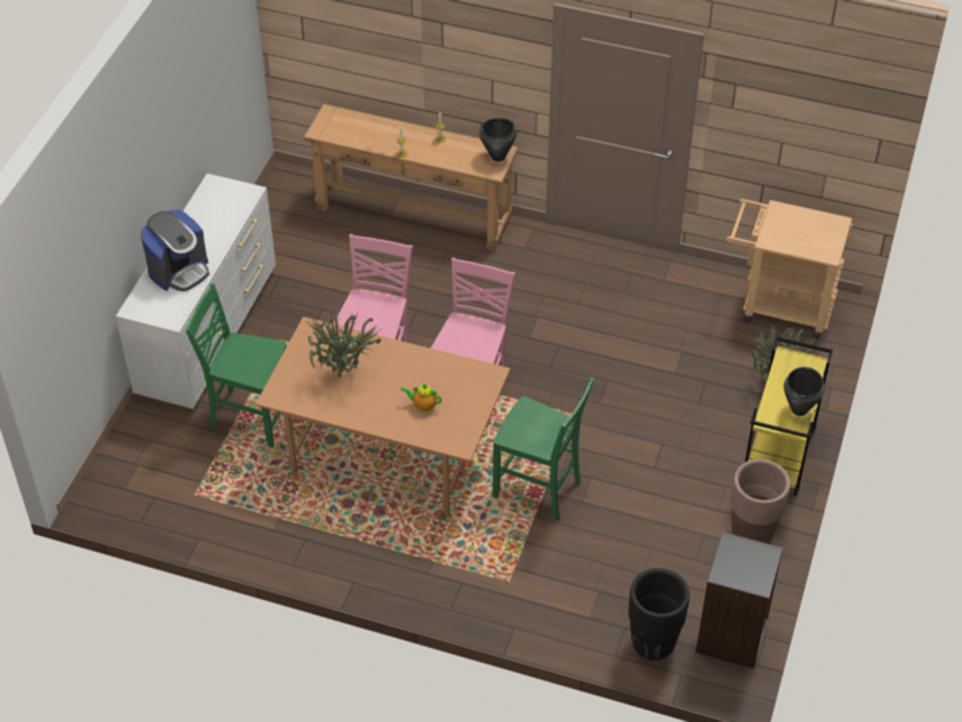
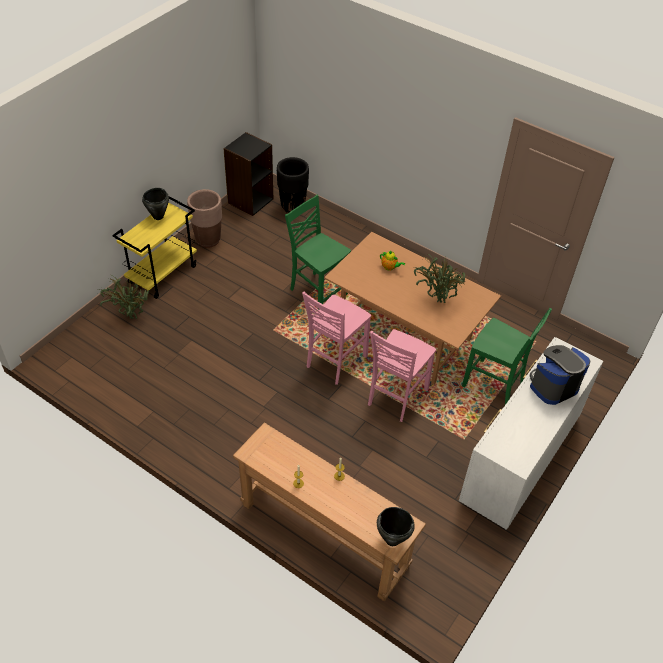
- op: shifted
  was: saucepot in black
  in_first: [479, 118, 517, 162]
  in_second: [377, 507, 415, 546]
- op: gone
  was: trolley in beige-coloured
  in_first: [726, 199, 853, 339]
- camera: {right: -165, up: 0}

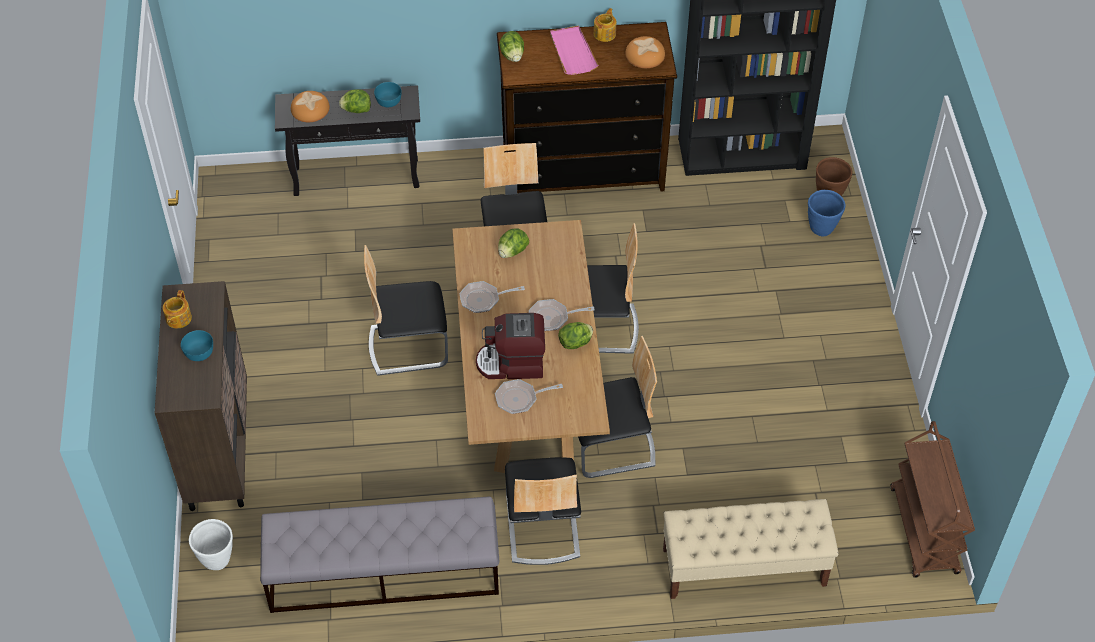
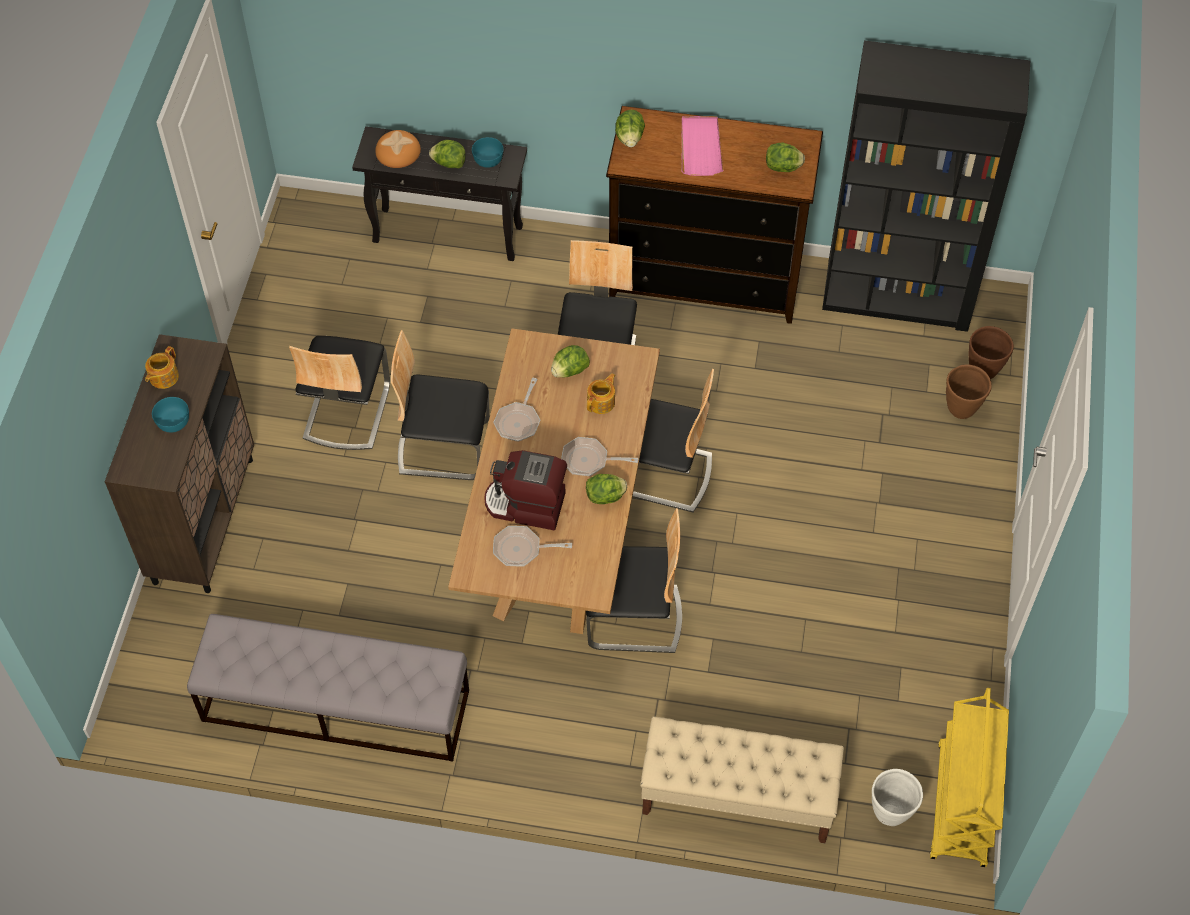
- op: shifted
  was: upright chair
  in_first: [505, 457, 581, 565]
  in_second: [289, 336, 390, 450]
- op: rotated
  was: frying pan
  in_first: [459, 281, 525, 313]
  in_second: [493, 378, 540, 442]
  clockwise: -75
- op: shifted
  was: tea pot
  in_first: [594, 8, 616, 42]
  in_second: [587, 373, 615, 414]
- op: swapped
  was: baked bread
  now: lettuce head
  in_first: [625, 36, 665, 68]
  in_second: [766, 143, 805, 172]
- op: shifted
  was: plant pot in white
  in_first: [189, 519, 233, 570]
  in_second: [872, 769, 923, 826]
- op: repainted
  was: trolley in brown-coloured
  now: trolley in yellow
  in_first: [890, 421, 975, 578]
  in_second: [930, 688, 1009, 867]
- op: repainted
  was: plant pot in bluish
  now: plant pot in brown-coloured
  in_first: [808, 190, 846, 236]
  in_second: [946, 364, 992, 419]
- camera: {right: 15, up: 5}

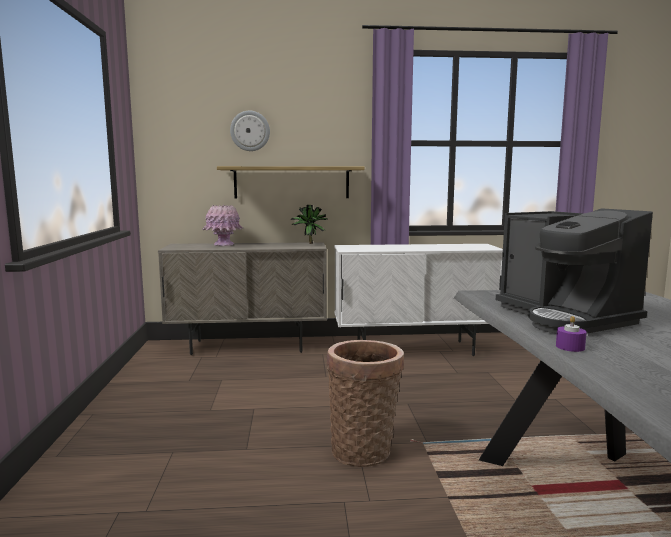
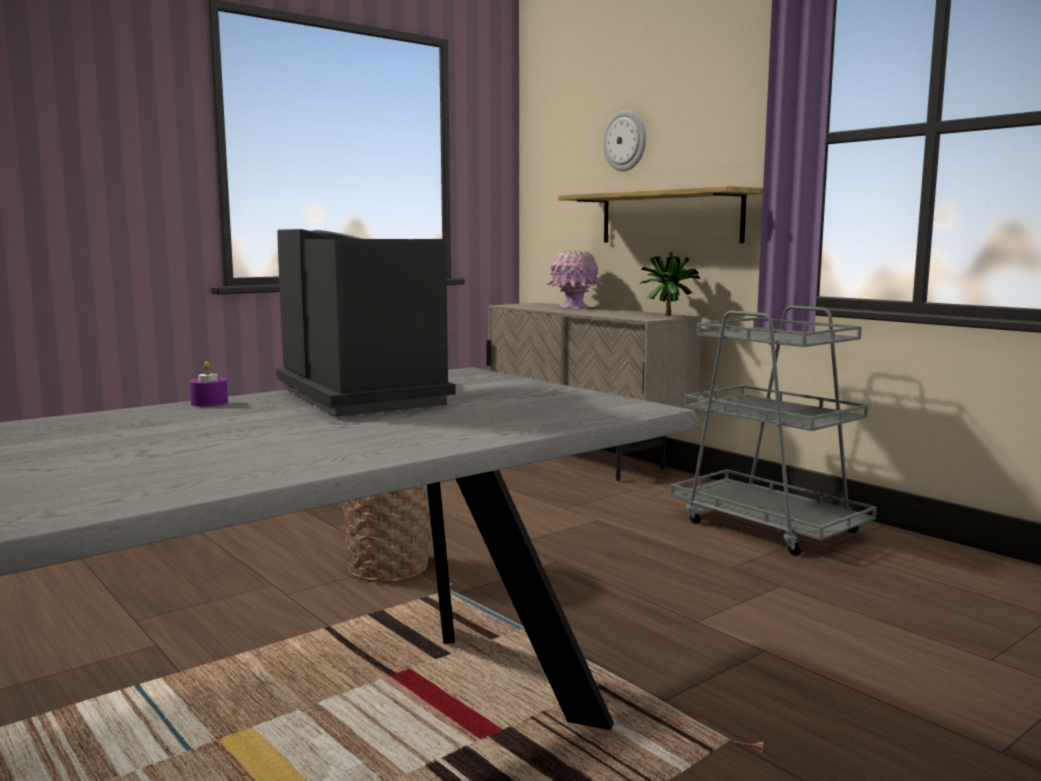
- op: rotated
  was: coffee brewer
  in_first: [496, 208, 653, 334]
  in_second: [276, 229, 455, 417]
  clockwise: 120
- op: swapped
  was: storage cabinet in white
  now: trolley in greyish
  in_first: [334, 244, 503, 356]
  in_second: [670, 306, 877, 556]
- camera: {right: 55, up: 0}

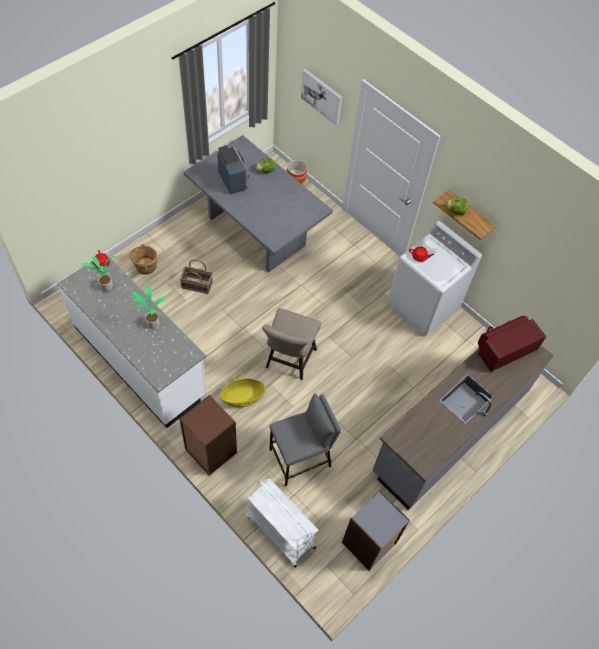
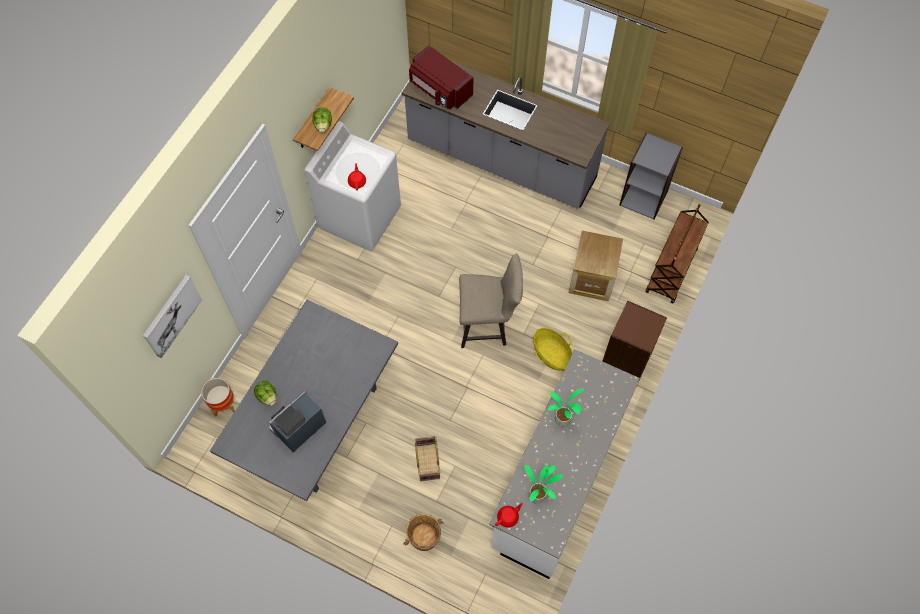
- op: swapped
  was: sitting stool in greyish
  now: shipping crate
  in_first: [269, 393, 341, 486]
  in_second: [568, 230, 623, 301]
- op: repainted
  was: trolley in white
  now: trolley in brown-coloured
  in_first: [246, 479, 318, 567]
  in_second: [645, 204, 709, 303]
- camera: {right: -105, up: 5}

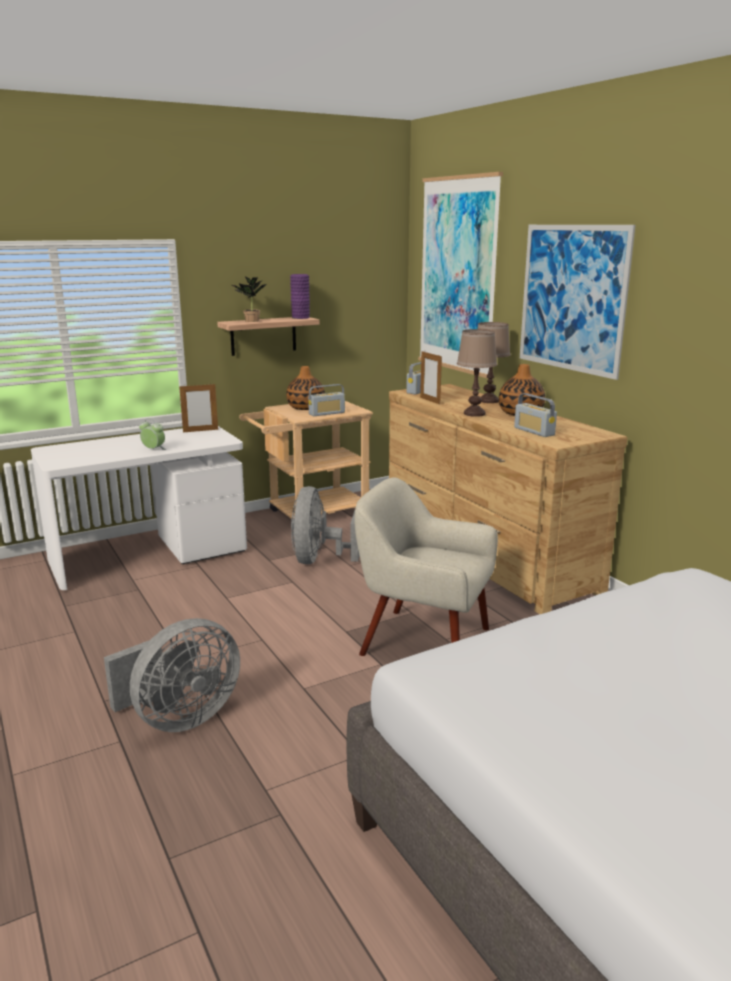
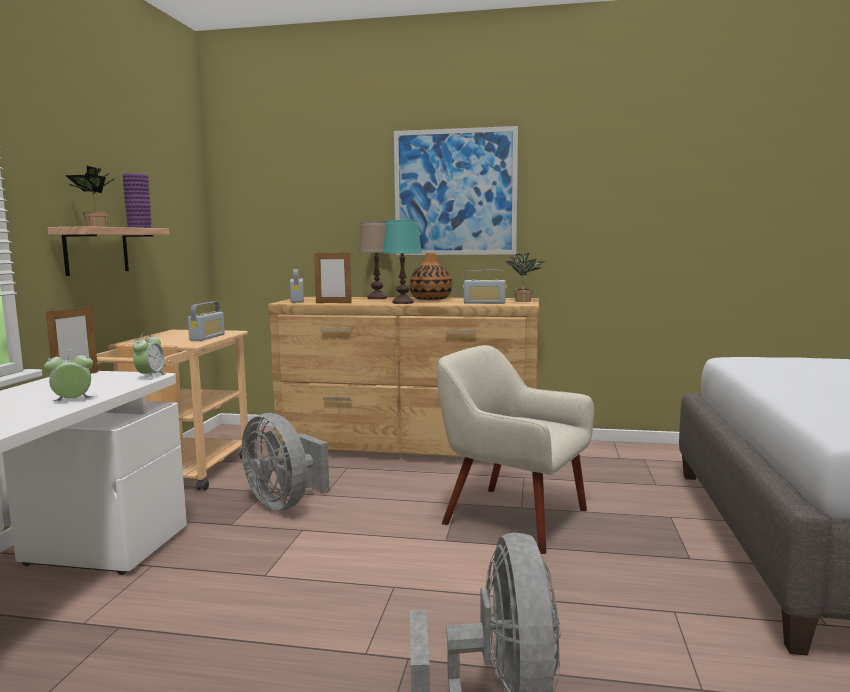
- op: new
  now: alarm clock
  in_second: [133, 332, 166, 380]
- op: repainted
  was: lamp for a table in brown-coloured
  now: lamp for a table in turquoise
  in_first: [457, 329, 497, 417]
  in_second: [383, 220, 422, 304]
- op: rotated
  was: easy chair in beige-coloured
  in_first: [354, 478, 498, 656]
  in_second: [437, 345, 594, 554]
  clockwise: 60
- op: new
  now: potted plant
  in_second: [505, 253, 546, 302]
- op: gone
  was: flower vase
  in_first: [286, 366, 325, 410]
- op: gone
  was: picture
  in_first: [418, 172, 503, 379]
- camera: {right: -50, up: -10}

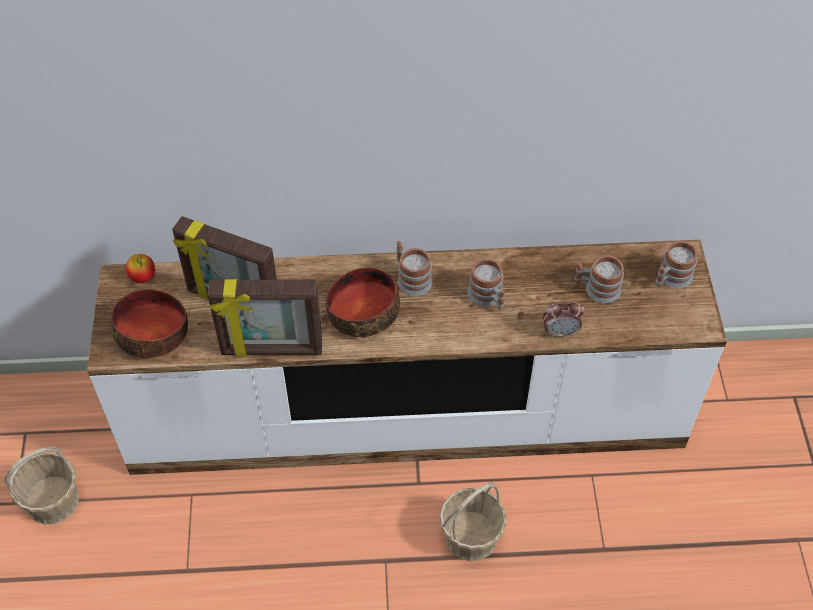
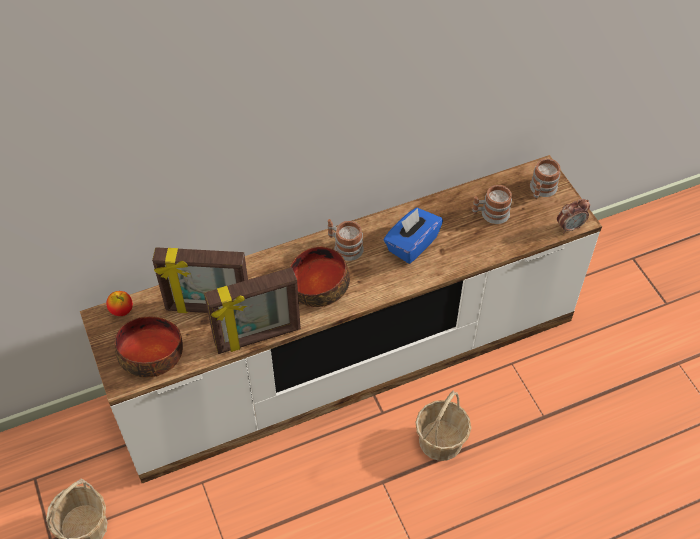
- op: swapped
  was: tea mug
  now: box of tissues in bluish
  in_first: [468, 258, 505, 309]
  in_second: [383, 208, 443, 264]
- op: shifted
  was: alarm clock
  in_first: [543, 301, 584, 337]
  in_second: [557, 199, 590, 233]
- camera: {right: -20, up: 0}

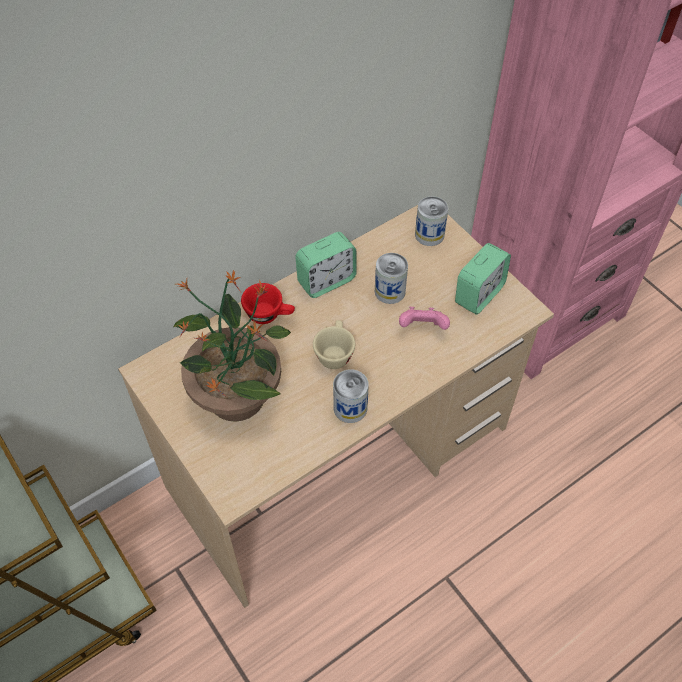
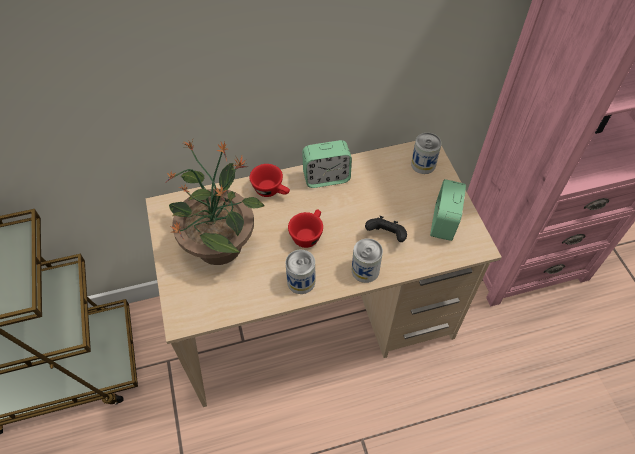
- op: repainted
  was: drinking cup in beige-coloured
  now: drinking cup in red
  in_first: [313, 320, 355, 369]
  in_second: [288, 209, 323, 248]
- op: shifted
  was: can
  in_first: [375, 253, 408, 304]
  in_second: [352, 238, 383, 283]
- op: repainted
  was: joypad in pink
  now: joypad in black
  in_first: [399, 307, 450, 330]
  in_second: [365, 216, 407, 242]
- op: rotated
  was: alarm clock
  in_first: [455, 243, 511, 315]
  in_second: [430, 179, 466, 241]
  clockwise: 135
- camera: {right: 20, up: 0}

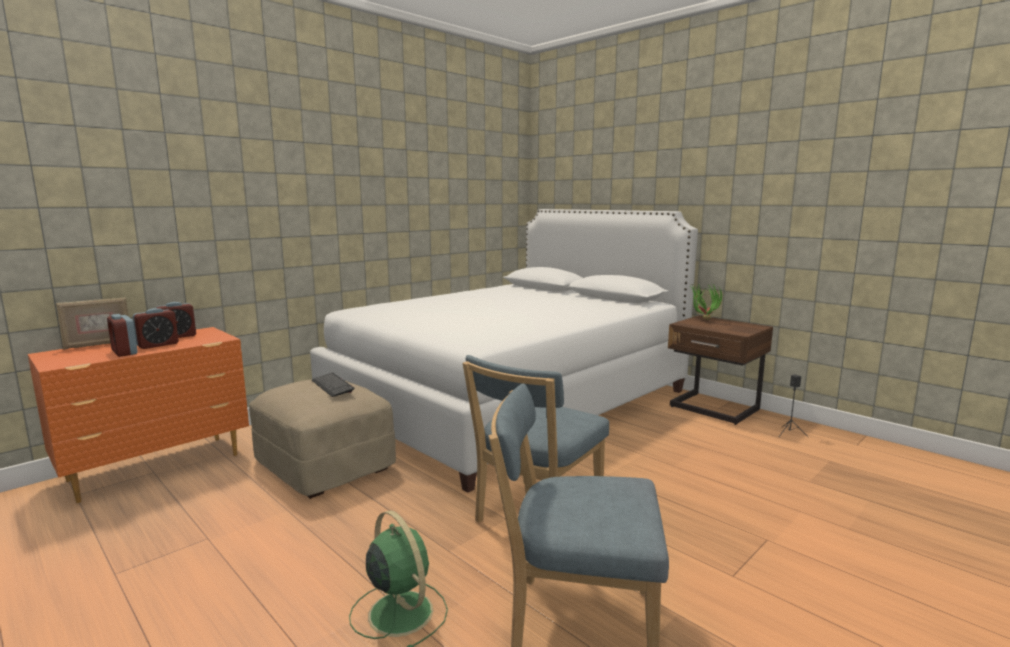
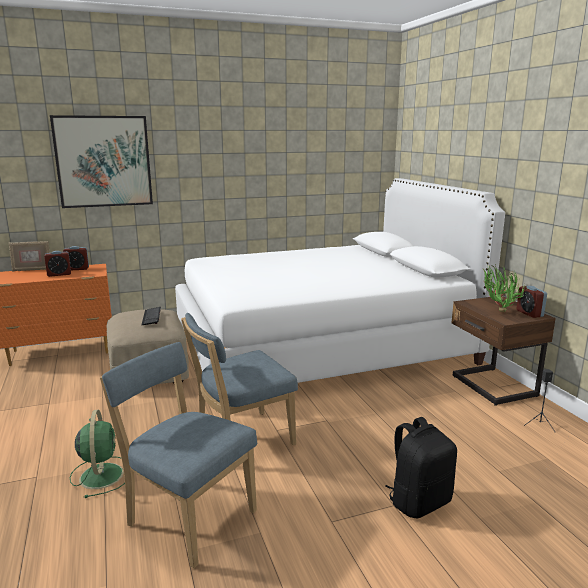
- op: new
  now: picture
  in_second: [50, 115, 153, 208]
- op: new
  now: knapsack in black
  in_second: [385, 417, 457, 518]
- op: new
  now: potted plant
  in_second: [488, 275, 526, 312]
- op: shifted
  was: alarm clock
  in_first: [107, 314, 138, 357]
  in_second: [516, 286, 547, 318]
- camera: {right: 25, up: 5}

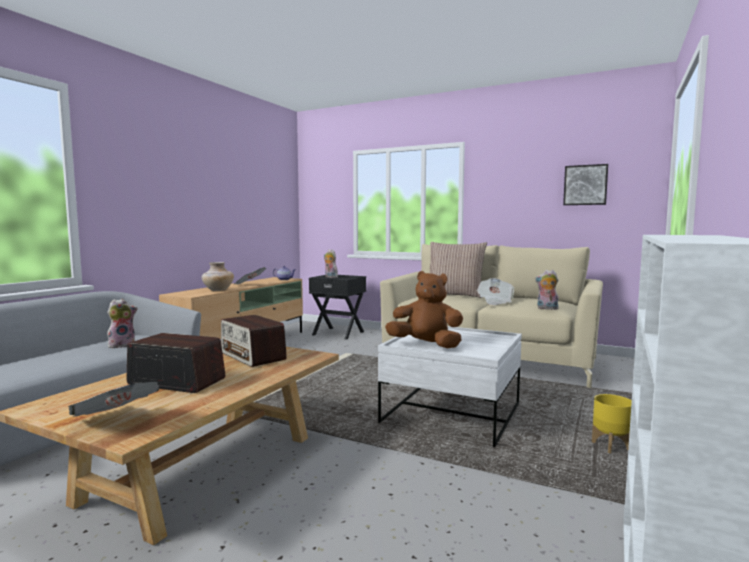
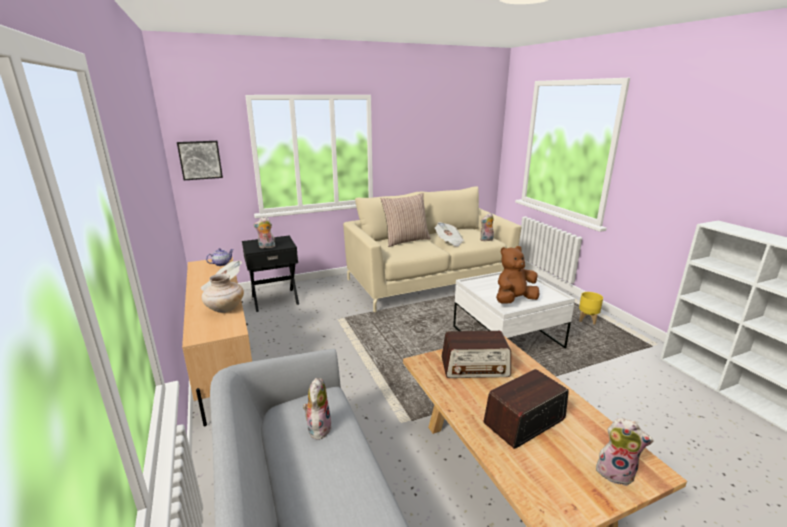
- op: shifted
  was: picture
  in_first: [563, 164, 608, 205]
  in_second: [177, 141, 223, 180]
- op: swapped
  was: printed paper
  now: plush toy
  in_first: [68, 382, 160, 417]
  in_second: [596, 417, 654, 486]
- camera: {right: -50, up: 15}

